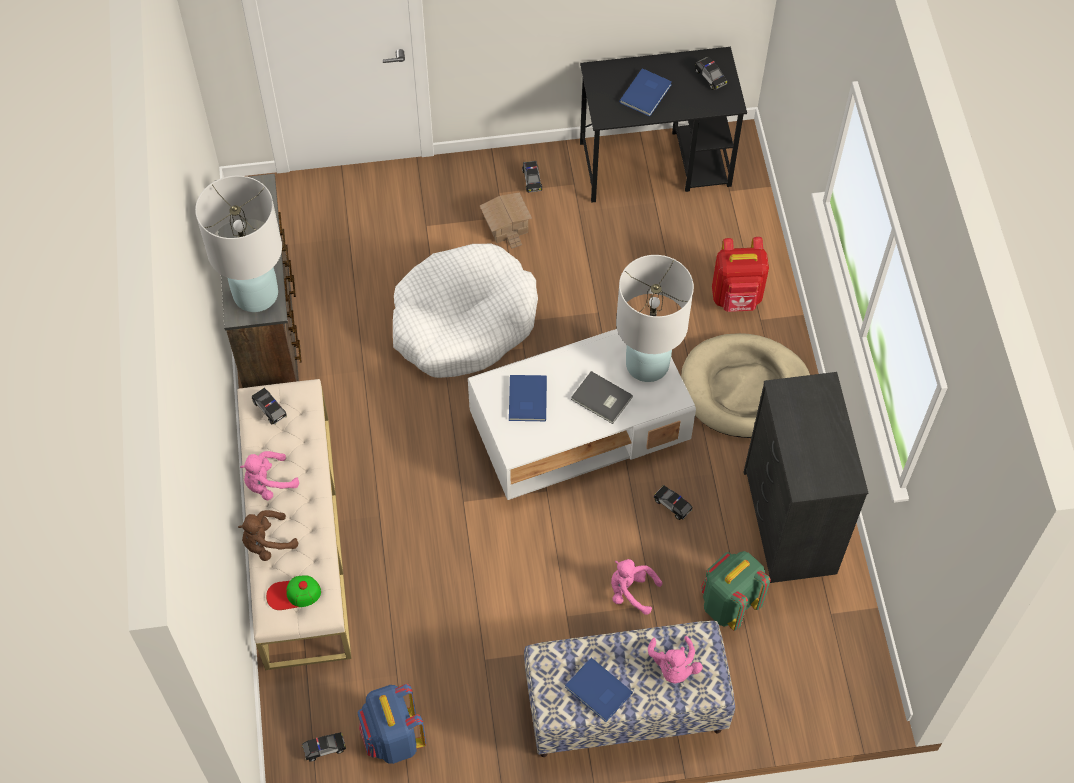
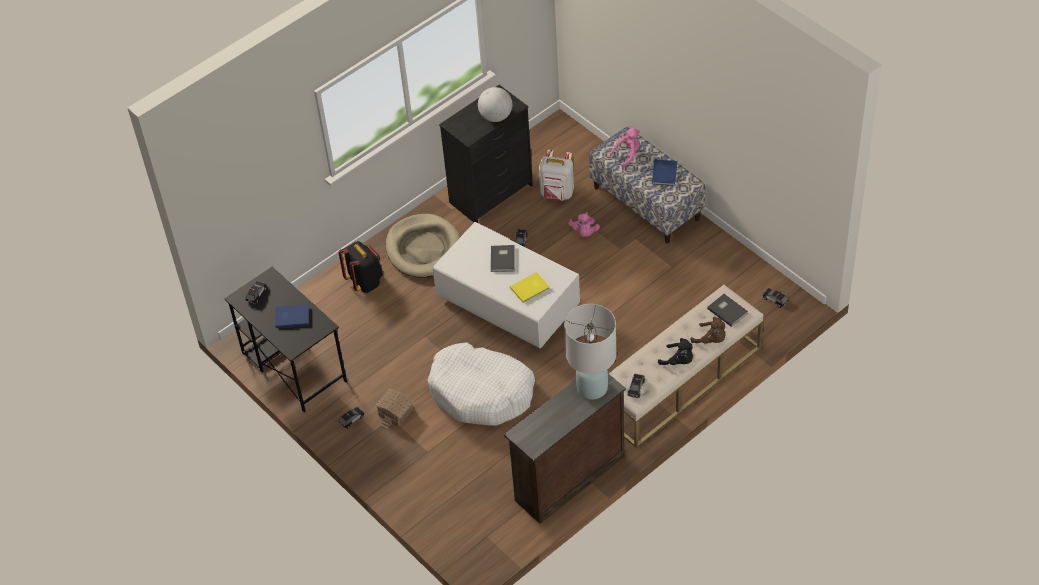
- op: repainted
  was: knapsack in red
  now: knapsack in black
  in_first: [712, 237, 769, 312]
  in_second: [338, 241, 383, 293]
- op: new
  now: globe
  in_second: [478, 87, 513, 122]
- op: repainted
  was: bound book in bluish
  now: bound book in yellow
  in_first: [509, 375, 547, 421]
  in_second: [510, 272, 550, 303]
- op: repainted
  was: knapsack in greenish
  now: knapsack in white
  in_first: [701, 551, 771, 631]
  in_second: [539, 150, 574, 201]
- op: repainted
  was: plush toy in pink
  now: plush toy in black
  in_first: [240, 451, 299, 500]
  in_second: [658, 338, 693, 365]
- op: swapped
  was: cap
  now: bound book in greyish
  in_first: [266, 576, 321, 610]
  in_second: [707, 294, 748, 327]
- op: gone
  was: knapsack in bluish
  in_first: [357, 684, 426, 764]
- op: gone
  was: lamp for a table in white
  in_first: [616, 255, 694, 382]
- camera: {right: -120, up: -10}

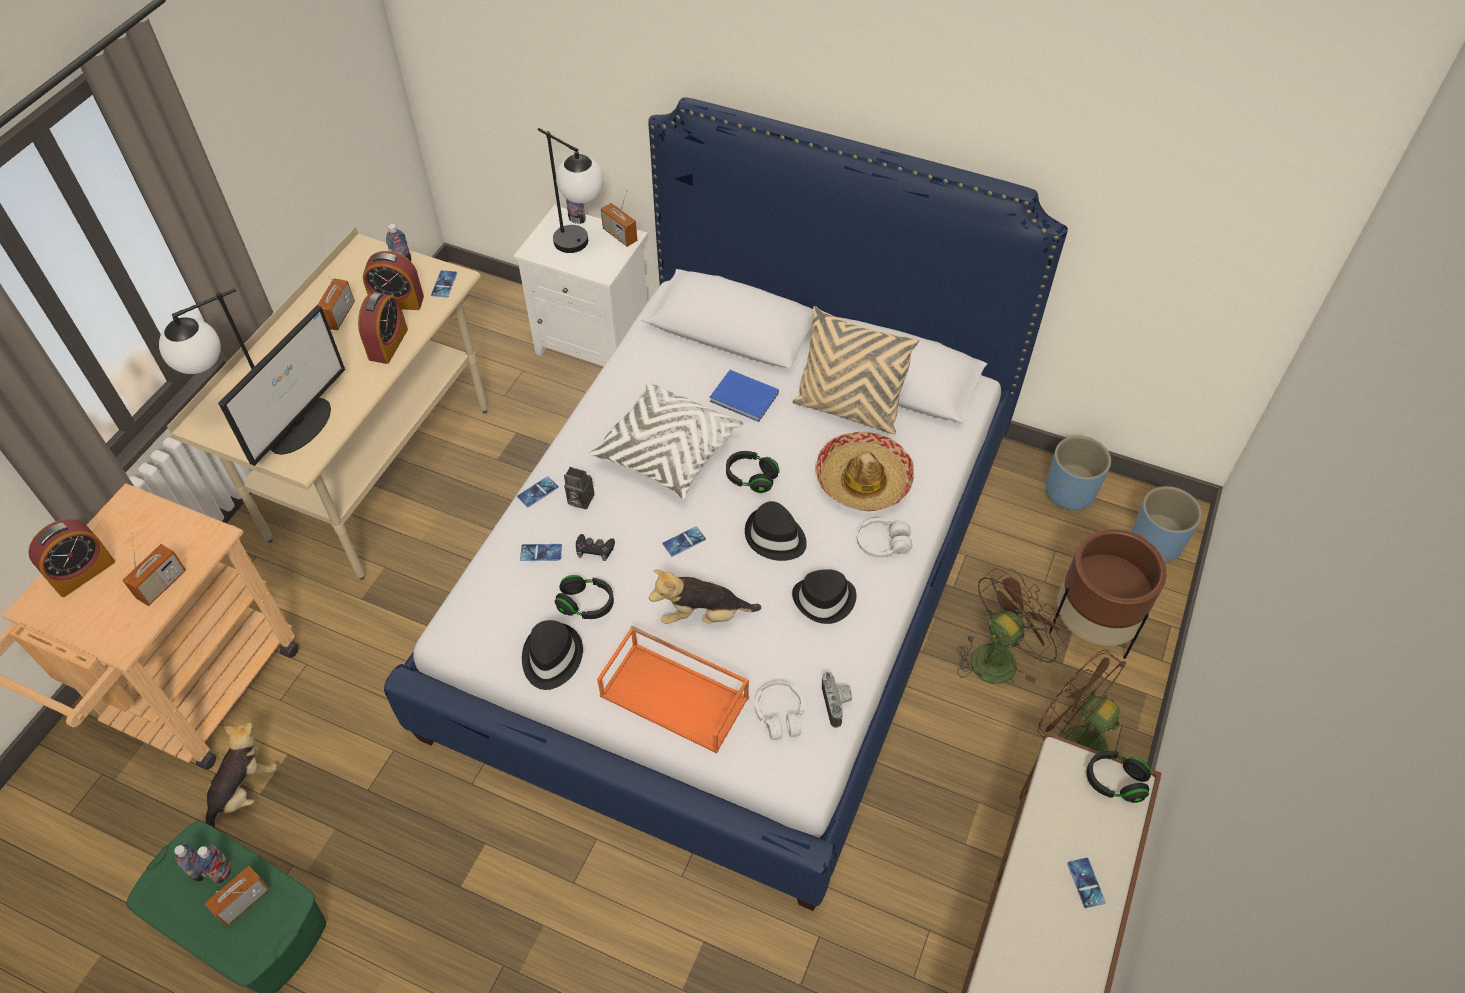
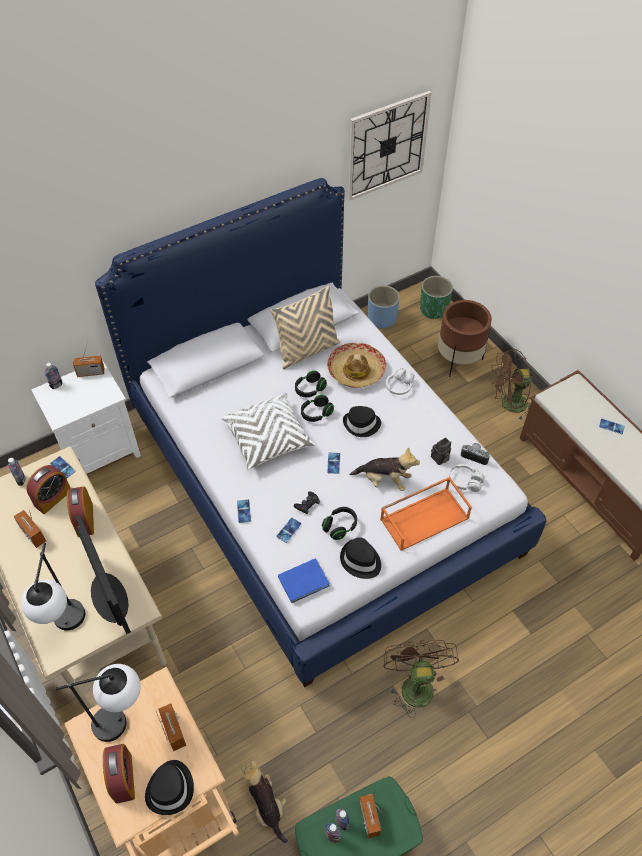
- op: shifted
  was: lamp for a table
  in_first: [538, 128, 604, 253]
  in_second: [56, 664, 141, 742]
- op: rotated
  was: alarm clock
  in_first: [358, 292, 408, 364]
  in_second: [67, 486, 94, 537]
  clockwise: -150
- op: shifted
  was: hat in black
  in_first: [792, 569, 857, 624]
  in_second: [145, 760, 194, 815]
- op: shifted
  was: bound book in bluish
  in_first: [710, 370, 779, 422]
  in_second: [278, 558, 330, 603]
- op: shifted
  was: headphones in black
  in_first: [1086, 751, 1151, 803]
  in_second: [295, 370, 327, 397]
- op: new
  now: wall clock
  in_second: [347, 91, 431, 201]
- op: rotated
  was: plush toy
  in_first: [649, 569, 761, 624]
  in_second: [350, 447, 420, 491]
  clockwise: -105
- op: shifted
  was: electric fan in brown-coloured
  in_first: [957, 568, 1070, 684]
  in_second: [384, 640, 459, 718]
- op: repainted
  was: plant pot in bluish
  now: plant pot in greenish
  in_first: [1131, 486, 1202, 563]
  in_second: [420, 276, 453, 319]
- op: shifted
  was: still camera
  in_first: [564, 467, 594, 509]
  in_second: [431, 437, 451, 465]
- camera: {right: -55, up: 0}

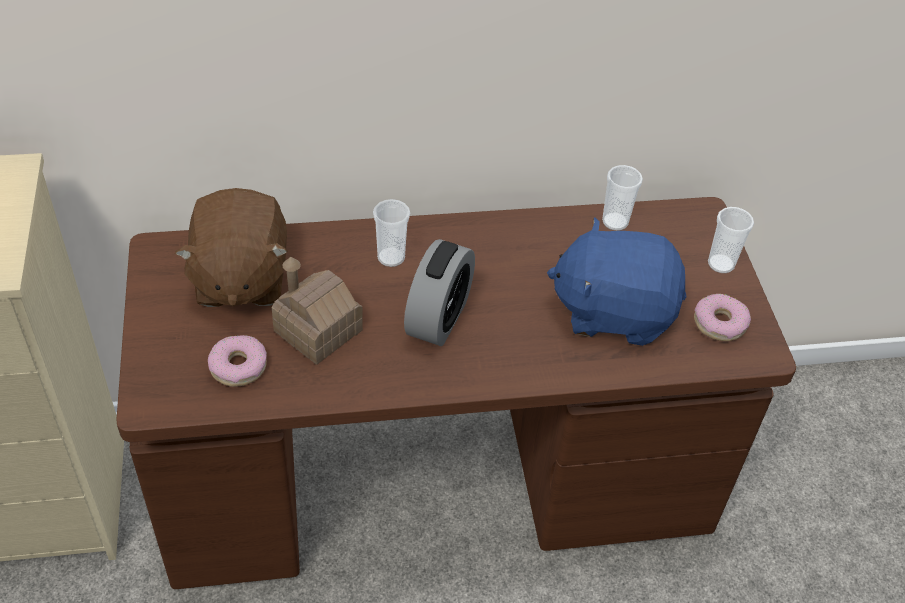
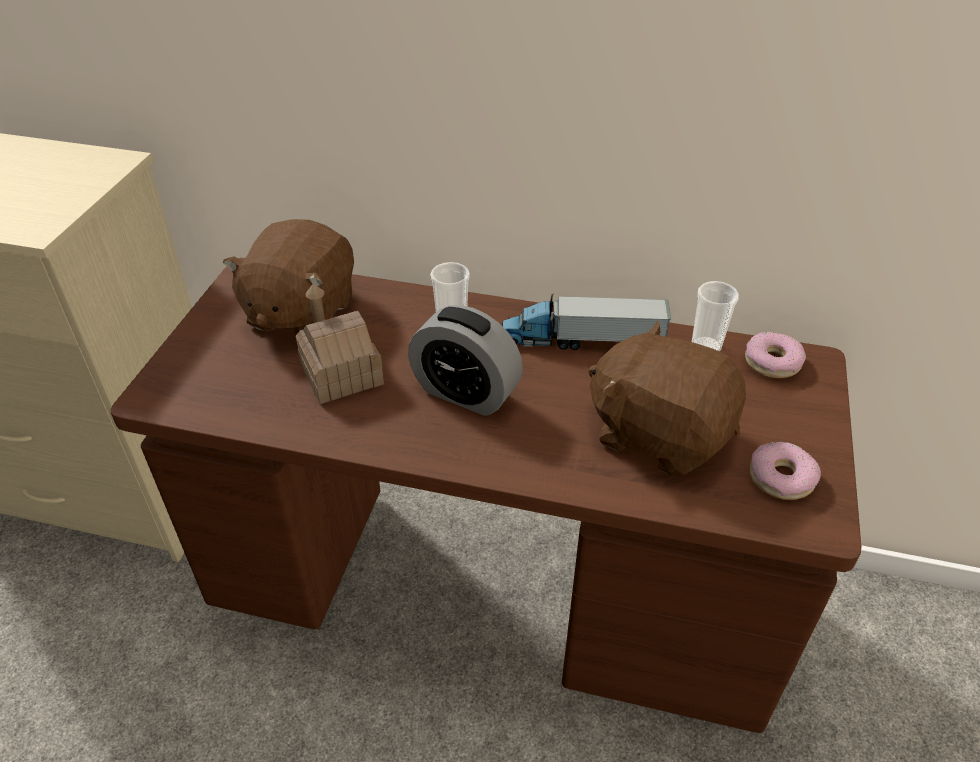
- op: rotated
  was: alarm clock
  in_first: [404, 239, 475, 346]
  in_second: [408, 305, 523, 416]
  clockwise: 75
- op: new
  now: toy lorry
  in_second: [502, 293, 671, 350]
- op: repainted
  was: plush toy in bluish
  now: plush toy in brown-coloured
  in_first: [547, 217, 686, 346]
  in_second: [588, 320, 746, 476]
- op: shifted
  was: ring doughnut
  in_first: [208, 335, 267, 387]
  in_second: [745, 332, 806, 378]
- op: gone
  was: drinking cup
  in_first: [708, 207, 754, 273]
- camera: {right: 25, up: -5}

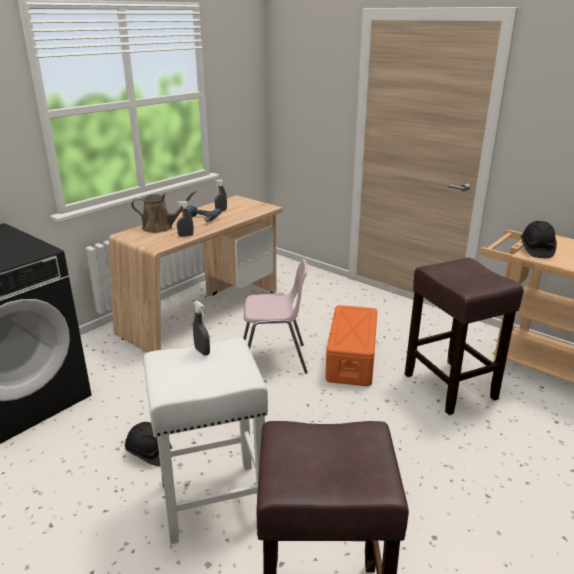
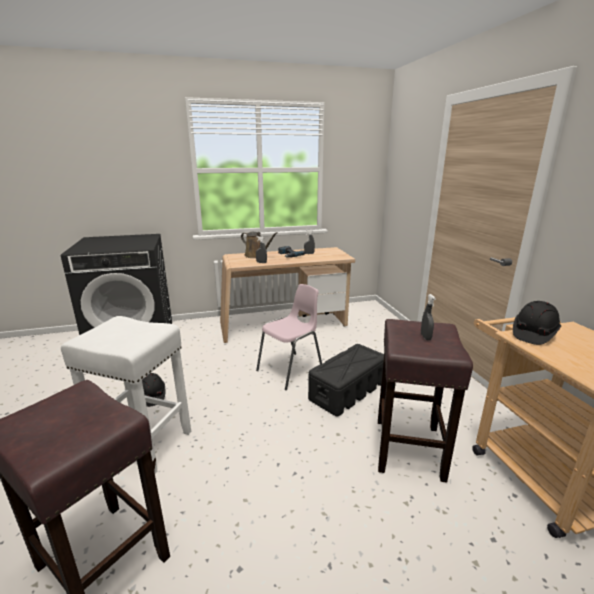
- op: rotated
  was: upright chair in pink
  in_first: [243, 259, 308, 374]
  in_second: [256, 284, 322, 390]
  clockwise: -75
- op: repainted
  was: storage box in orangey
  now: storage box in black
  in_first: [325, 305, 377, 386]
  in_second: [308, 344, 384, 416]
- op: shifted
  was: hand sprayer in greyish
  in_first: [193, 301, 210, 356]
  in_second: [421, 294, 436, 340]
- camera: {right: 35, up: -5}

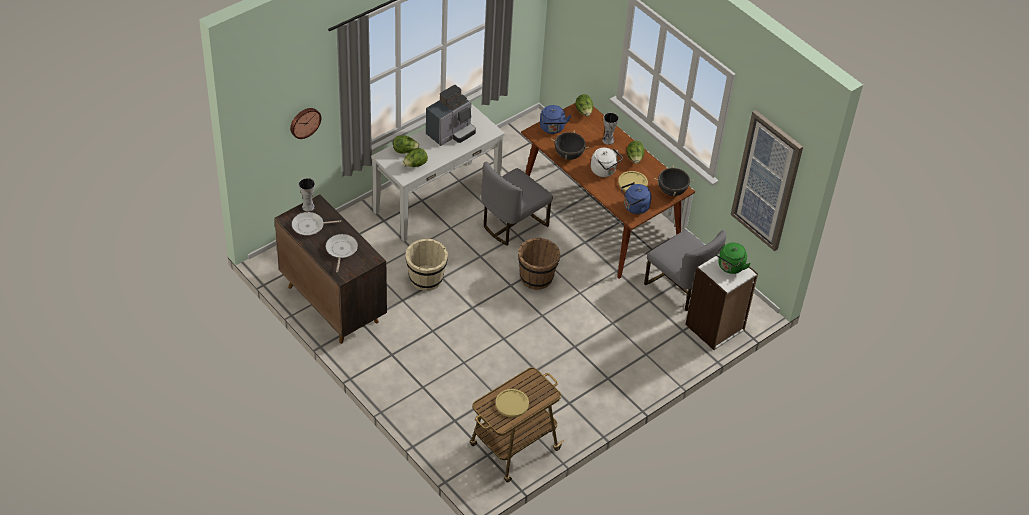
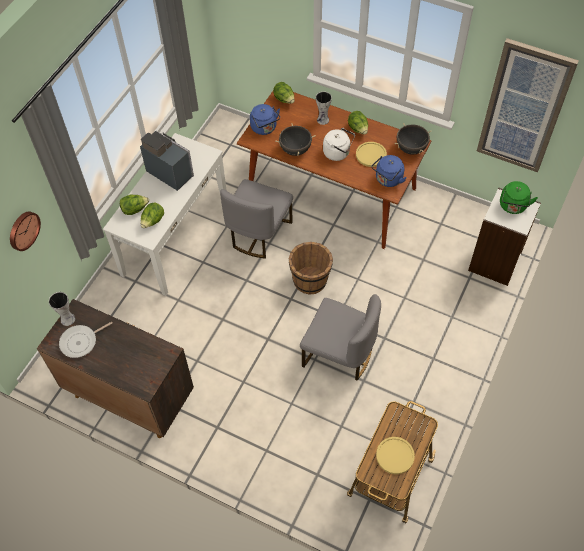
- op: rotated
  was: coffee brewer
  in_first: [426, 85, 476, 146]
  in_second: [140, 131, 194, 191]
  clockwise: -75
- op: shifted
  was: upright chair in greyish
  in_first: [644, 230, 726, 311]
  in_second: [300, 294, 381, 380]
- op: gone
  was: frying pan
  in_first: [326, 234, 358, 272]
- op: gone
  was: water bucket in beige-coloured
  in_first: [405, 239, 448, 291]
- camera: {right: -20, up: 10}

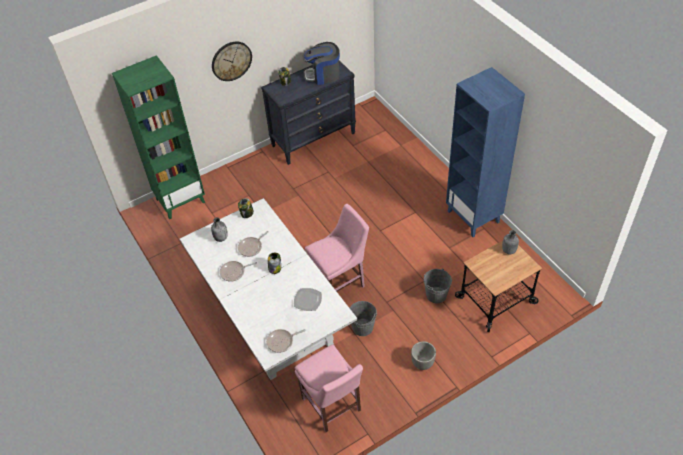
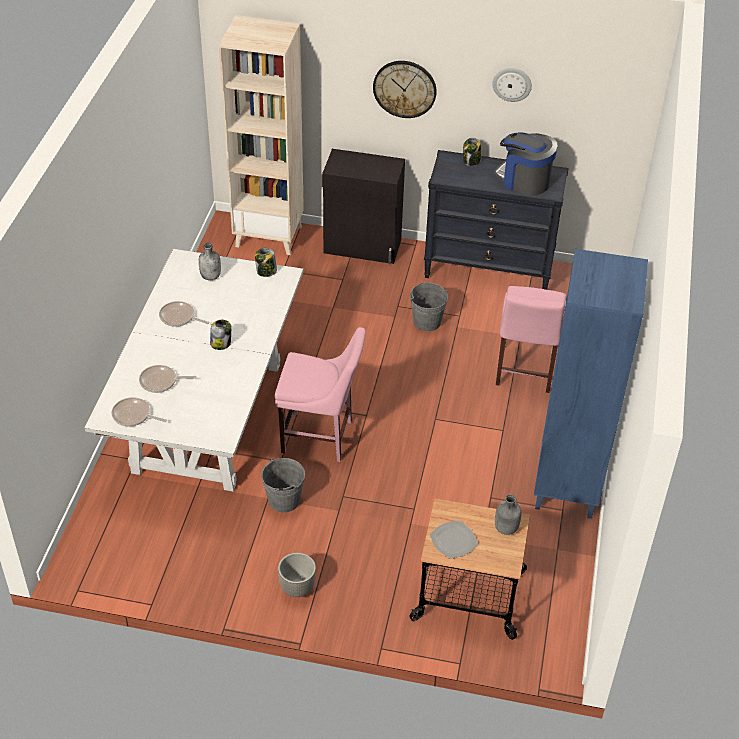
- op: shifted
  was: frying pan
  in_first: [238, 231, 269, 257]
  in_second: [139, 365, 197, 393]
- op: repainted
  was: shelving unit in greenish
  now: shelving unit in beige-coloured
  in_first: [112, 55, 205, 219]
  in_second: [219, 15, 304, 255]
- op: new
  now: storage cabinet in black
  in_second: [322, 149, 405, 264]
- op: shifted
  was: water bucket in greyish
  in_first: [424, 269, 452, 303]
  in_second: [410, 282, 448, 331]
- op: shifted
  was: plate
  in_first: [294, 288, 322, 311]
  in_second: [430, 520, 478, 559]
- op: new
  now: wall clock
  in_second: [492, 68, 532, 102]
- op: shifted
  was: upright chair in pink
  in_first: [295, 344, 363, 432]
  in_second: [496, 286, 566, 393]
- camera: {right: 40, up: -5}

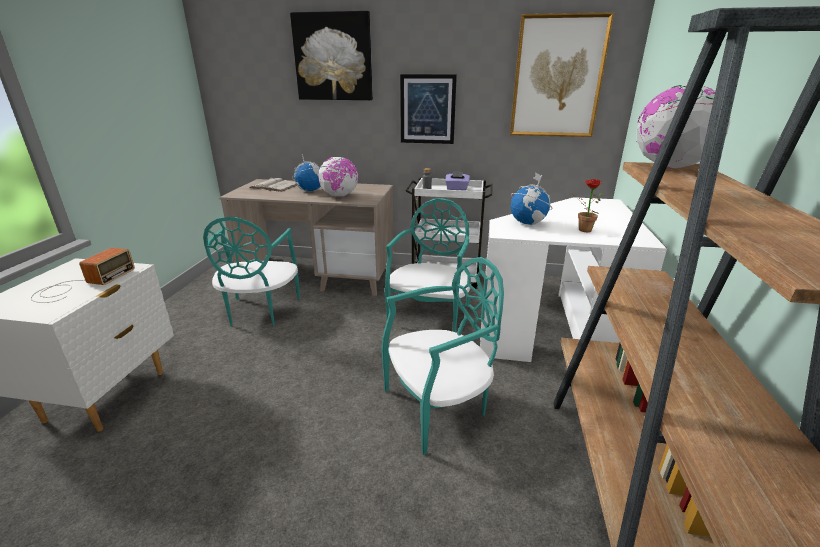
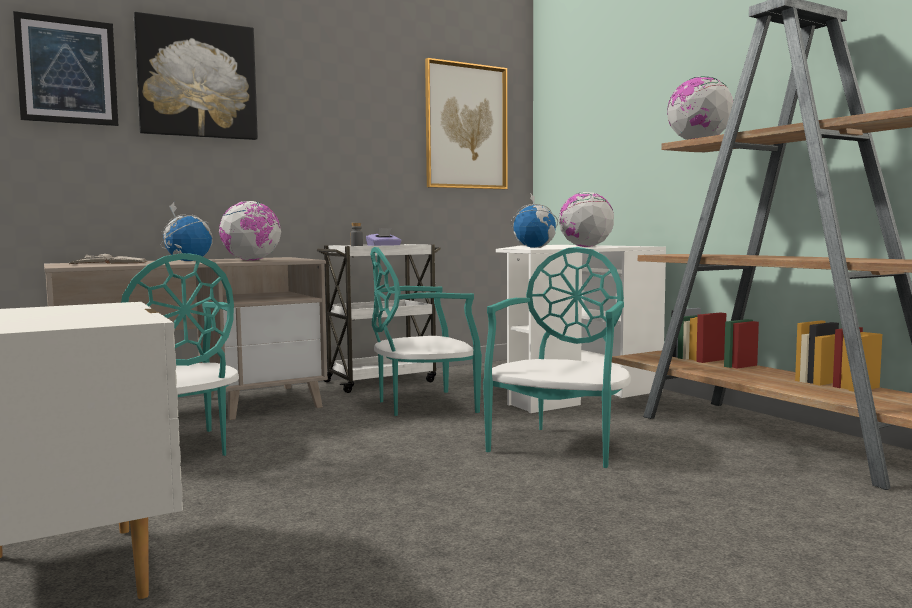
- op: shifted
  was: picture
  in_first: [400, 74, 457, 144]
  in_second: [13, 11, 118, 126]
- op: rotated
  was: upright chair in turquoise
  in_first: [385, 198, 470, 332]
  in_second: [370, 247, 482, 416]
  clockwise: -90
- op: swapped
  was: potted plant
  now: globe
  in_first: [571, 179, 603, 232]
  in_second: [559, 192, 614, 247]
- op: gone
  was: radio
  in_first: [31, 248, 135, 303]
- camera: {right: -40, up: -20}

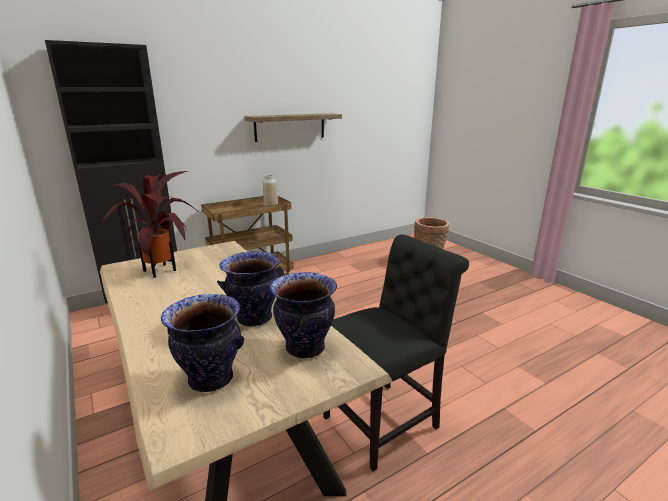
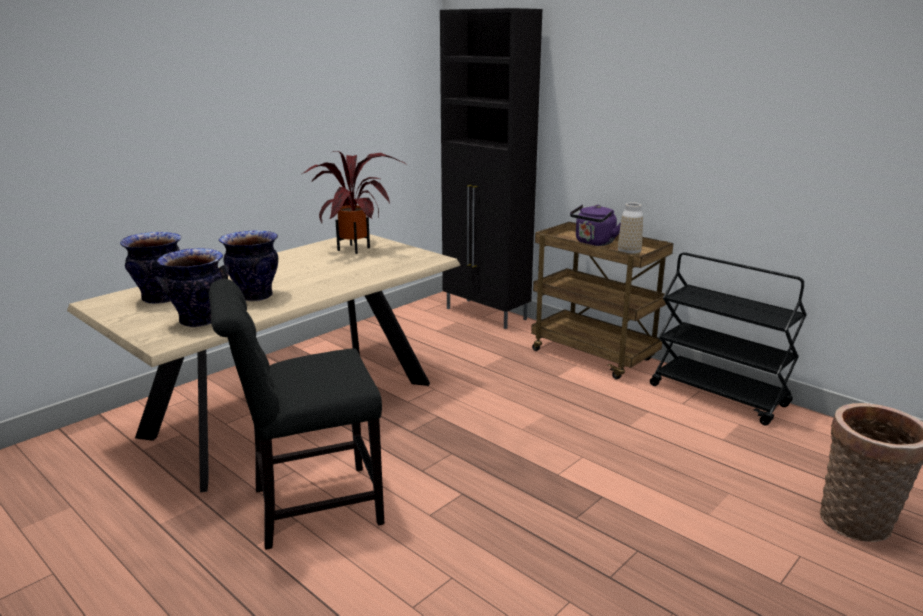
- op: rotated
  was: upright chair in black
  in_first: [323, 234, 469, 471]
  in_second: [209, 279, 385, 550]
  clockwise: 120
- op: new
  now: water kettle in purplish
  in_second: [570, 205, 621, 246]
- op: new
  now: trolley in black
  in_second: [650, 252, 807, 426]
- op: gone
  was: bracket shelf
  in_first: [244, 113, 342, 142]
- camera: {right: 75, up: 0}

